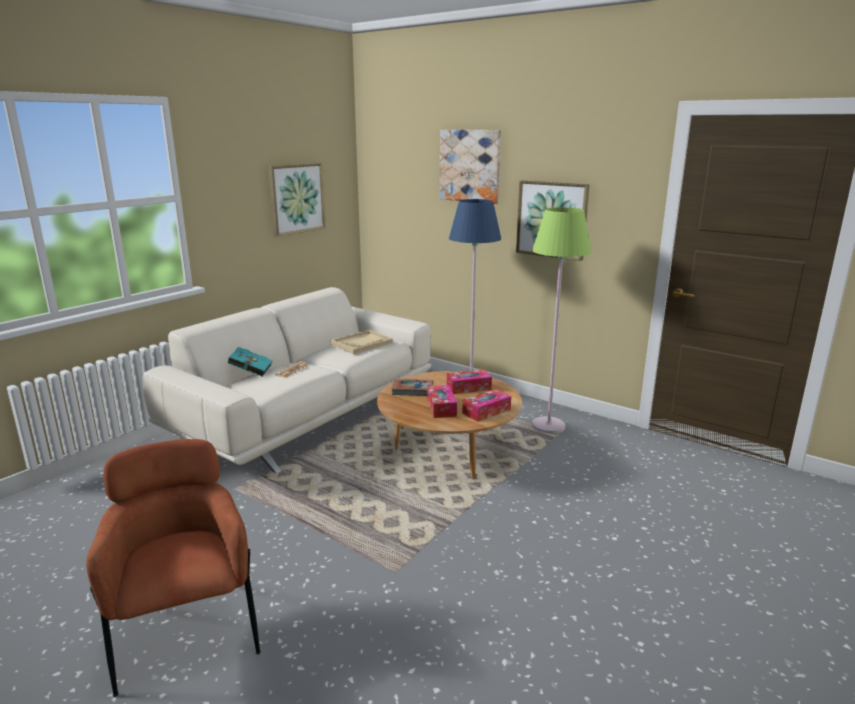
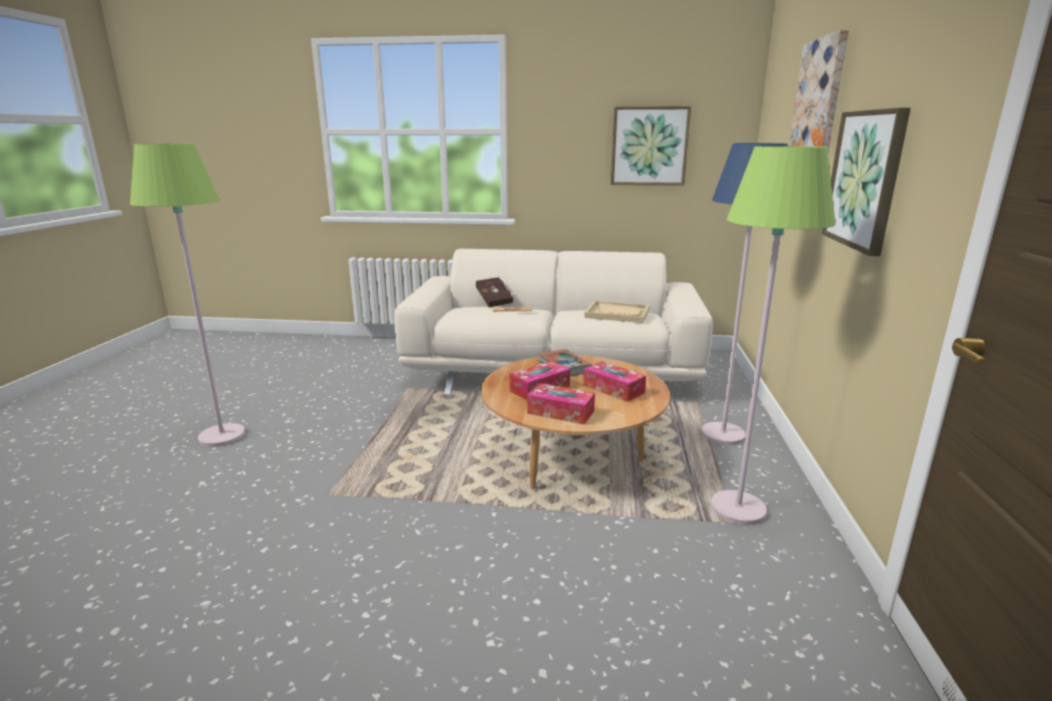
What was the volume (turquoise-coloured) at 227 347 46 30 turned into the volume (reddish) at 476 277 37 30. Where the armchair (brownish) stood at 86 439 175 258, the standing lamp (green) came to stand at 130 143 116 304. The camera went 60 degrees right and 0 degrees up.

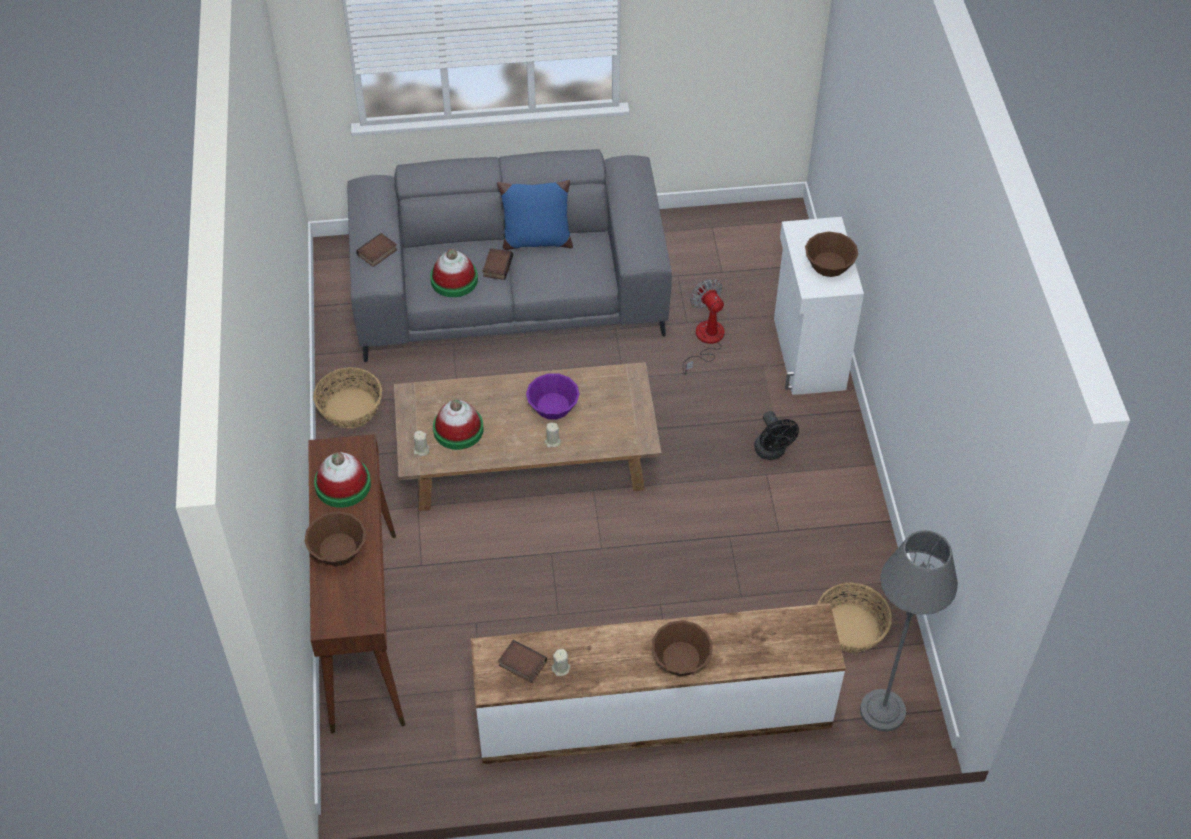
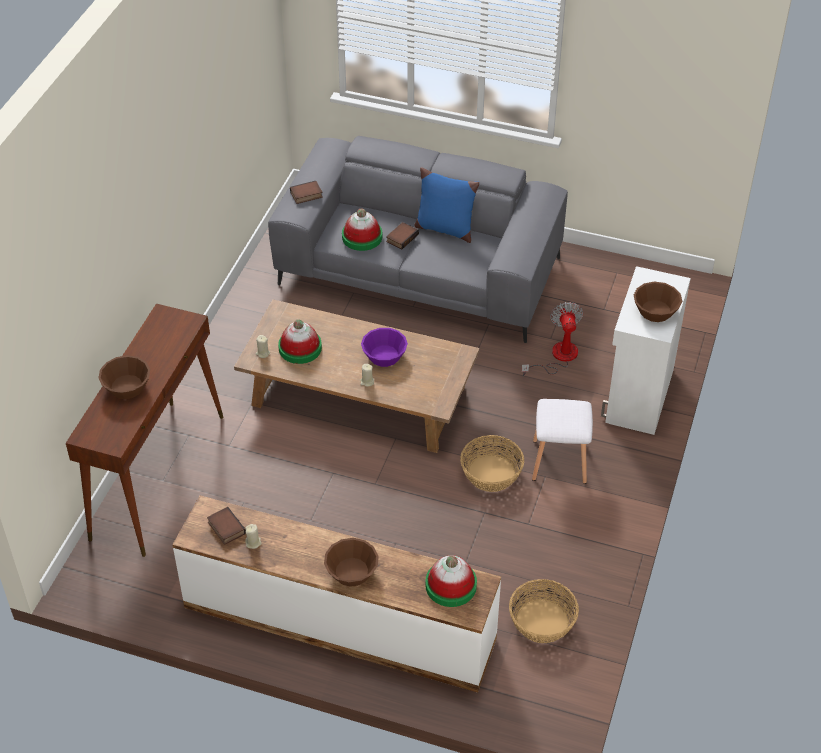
The storage basket ended up elsewhere, having gone from 313 367 69 61 to 460 435 64 57. Where the cooling fan (black) stood at 754 411 45 49, the sitting stool (whitish) came to stand at 532 399 61 85. The wearable hat ended up elsewhere, having gone from 314 452 57 56 to 425 555 52 52. The second view lost the standing lamp (gray) at 860 530 98 202. The camera went 25 degrees right and 5 degrees down.

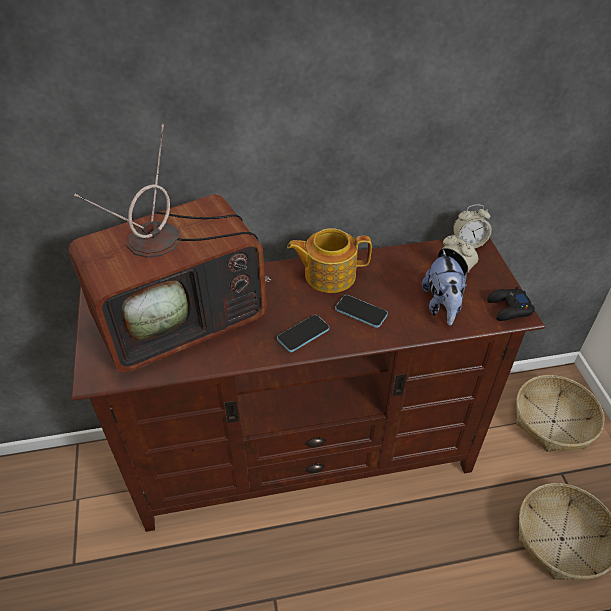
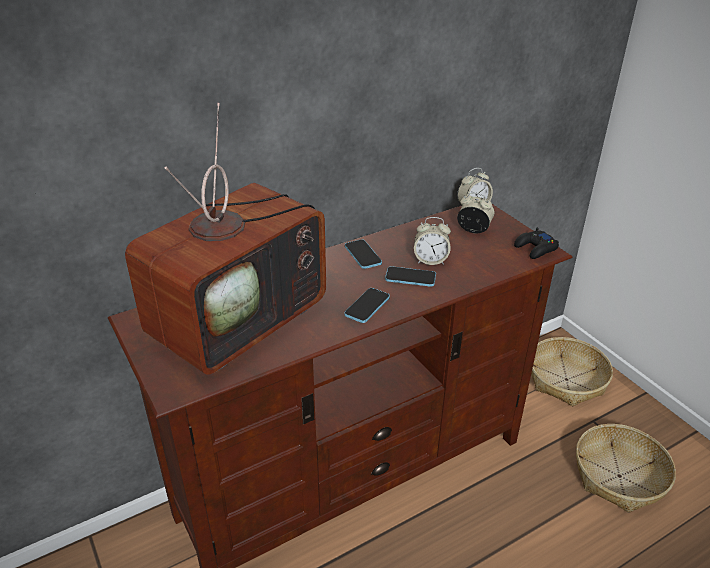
Where the teapot stood at 287 228 85 65, the telephone came to stand at 345 239 37 30. The second view lost the soft toy at 422 250 45 76. The second view gained the alarm clock at 414 217 37 48. The camera went 20 degrees left and 10 degrees down.

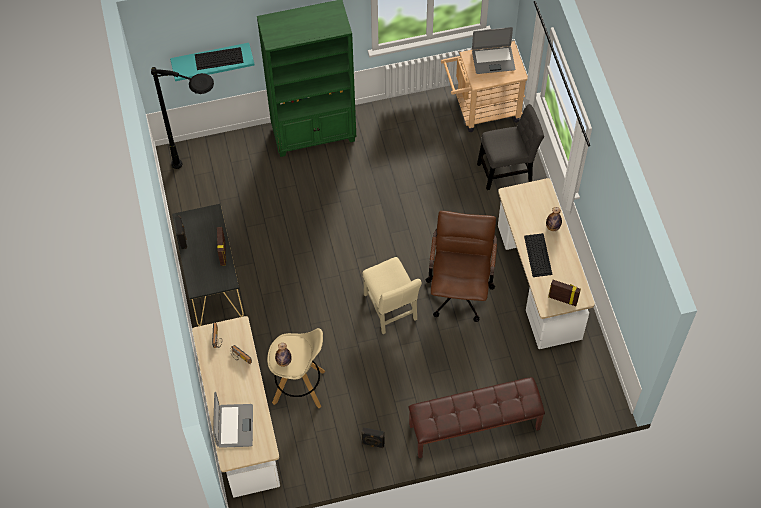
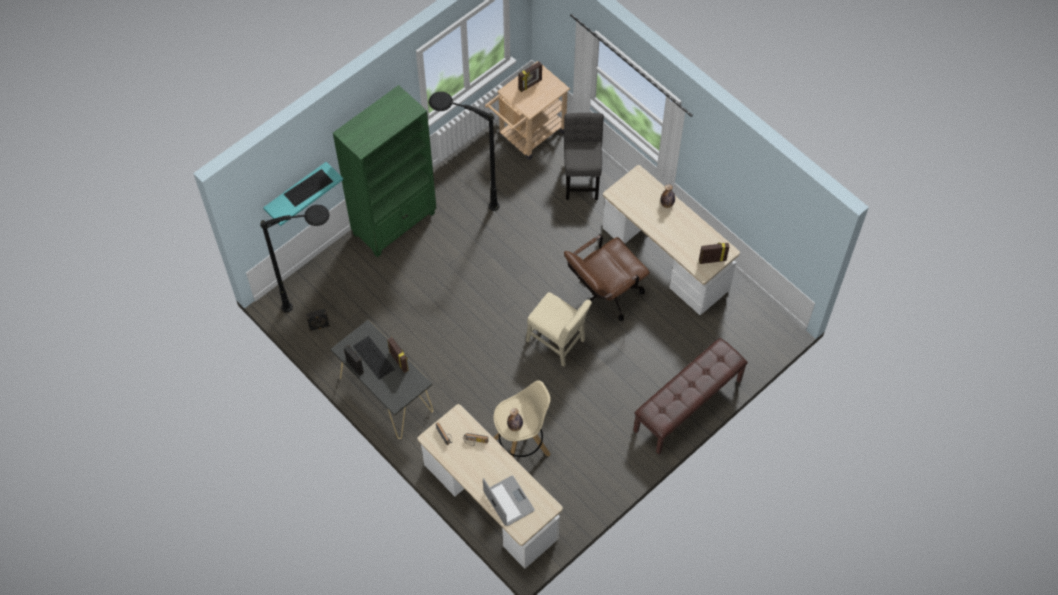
Where the portable computer stood at 472 27 43 47, the photo frame came to stand at 518 61 24 31. The upright chair (gray) at 477 104 67 86 ended up facing another way, 45 degrees counterclockwise from before. The desk chair (brownish) at 426 211 71 111 ended up facing another way, 105 degrees counterclockwise from before. The computer keyboard ended up elsewhere, having gone from 524 233 29 44 to 353 336 42 44. The audio speaker (black) ended up elsewhere, having gone from 361 427 23 21 to 306 309 24 22. The second view gained the standing lamp (black) at 429 92 70 119. The camera went 30 degrees left and 0 degrees up.

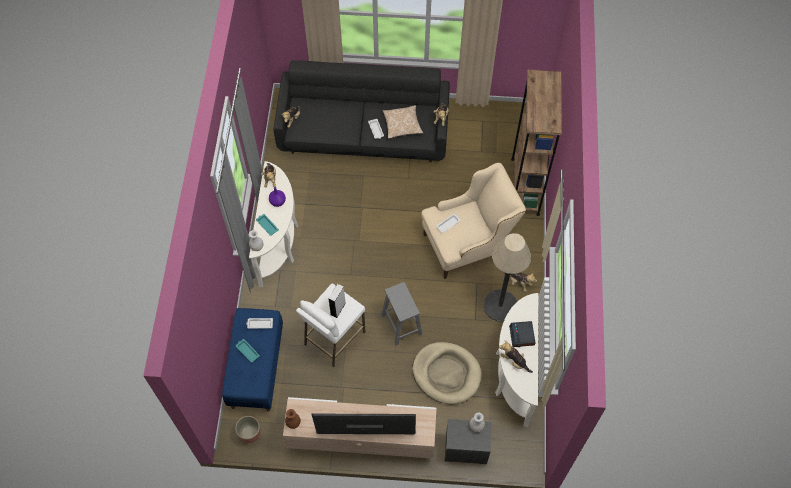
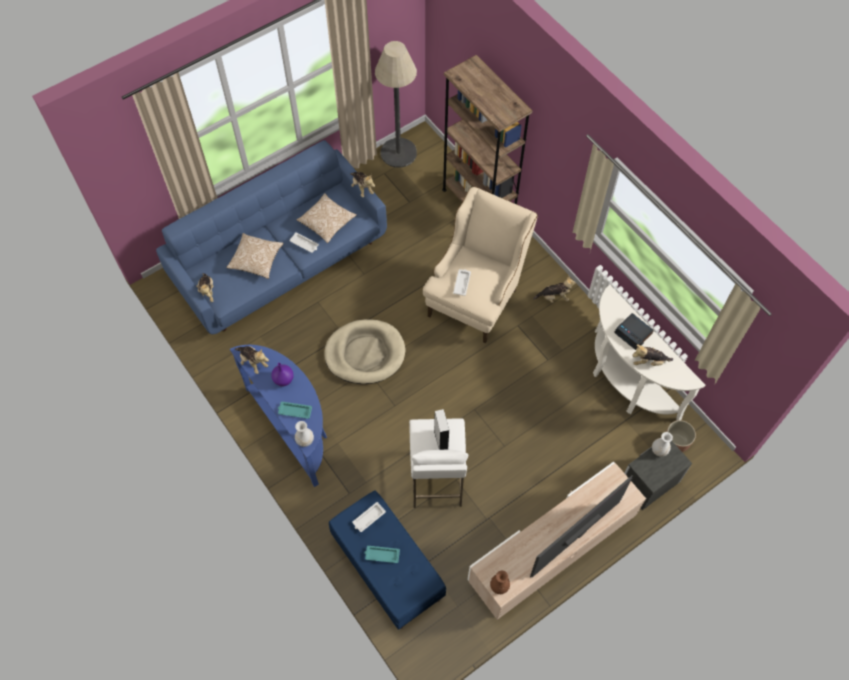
What was the sofa (black) at 273 60 177 102 turned into the sofa (blue) at 156 140 231 194. What was the console table (whitish) at 249 161 49 126 turned into the console table (blue) at 230 345 97 142. The standing lamp ended up elsewhere, having gone from 483 233 48 89 to 375 41 42 127. The second view lost the sitting stool (gray) at 381 282 41 63. The dog bed (beige) ended up elsewhere, having gone from 412 342 70 62 to 324 319 82 65. The flower pot ended up elsewhere, having gone from 235 416 26 27 to 666 420 30 32. The second view gained the pillow at 226 233 58 46. The camera went 40 degrees left and 0 degrees up.

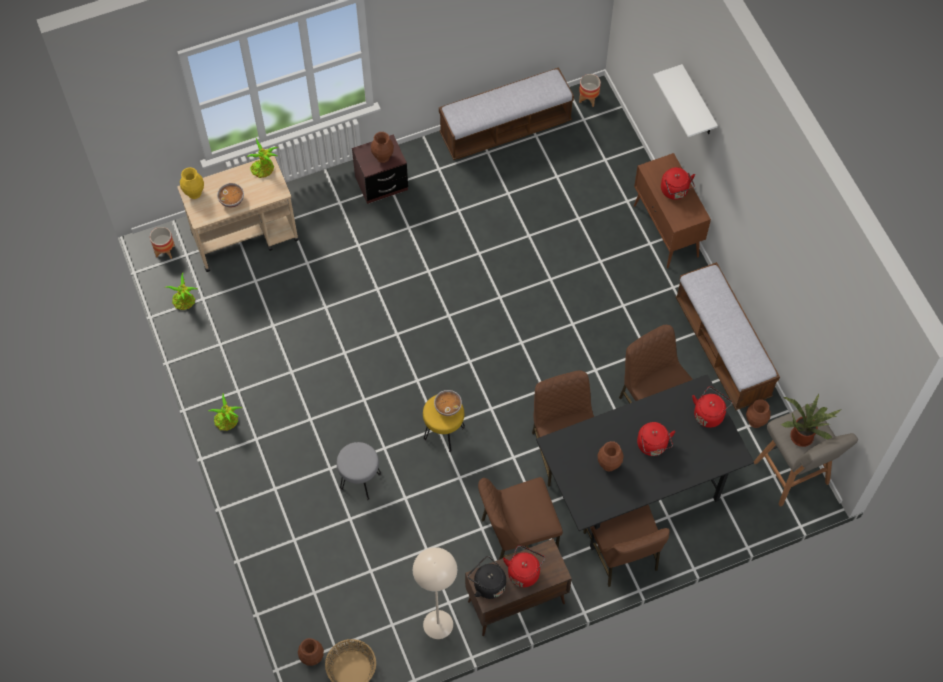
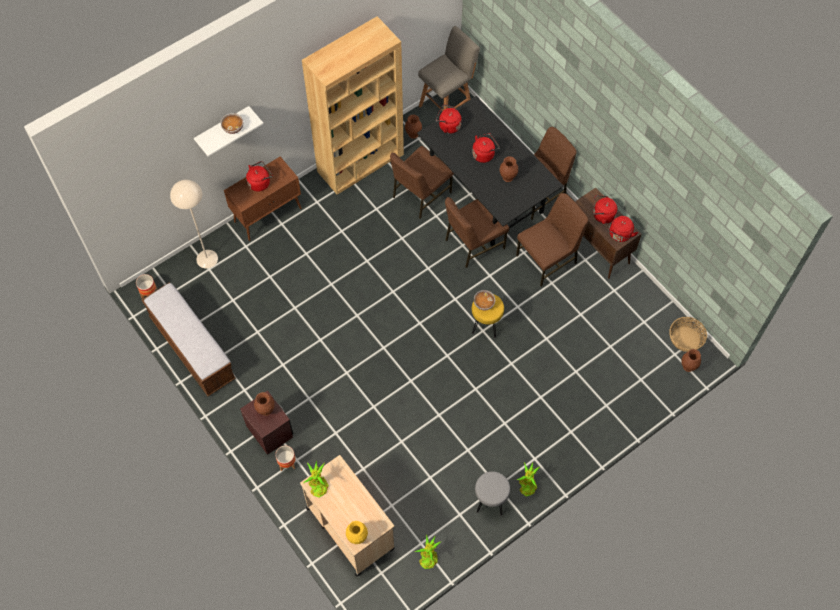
The serving bowl ended up elsewhere, having gone from 217 183 27 24 to 221 113 22 21. The flower pot ended up elsewhere, having gone from 150 227 25 32 to 275 446 21 25. Where the long seat stood at 675 262 105 148, the shelving unit (brownish) came to stand at 302 17 102 178. The second view lost the houseplant at 781 394 61 53. The sitting stool (gray) ended up elsewhere, having gone from 337 442 44 58 to 475 471 35 45. The upright chair (brownish) at 478 477 85 83 ended up facing another way, 90 degrees counterclockwise from before. The standing lamp (beige) ended up elsewhere, having gone from 413 547 44 92 to 170 180 48 88. What was the kettle (black) at 468 556 38 43 turned into the kettle (reddish) at 608 216 30 26. The camera went 105 degrees left and 0 degrees up.

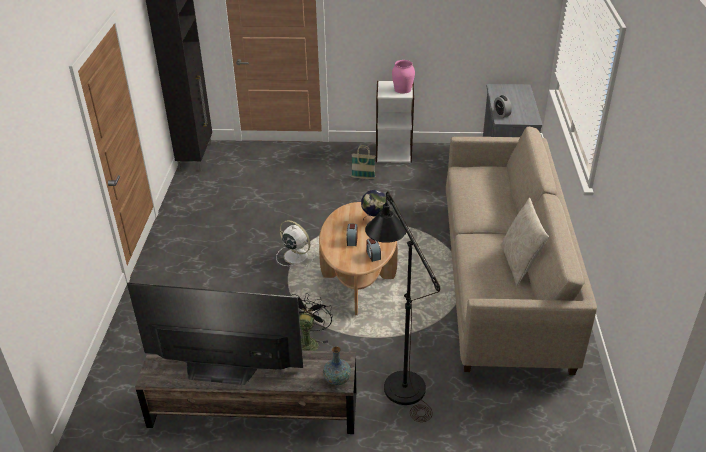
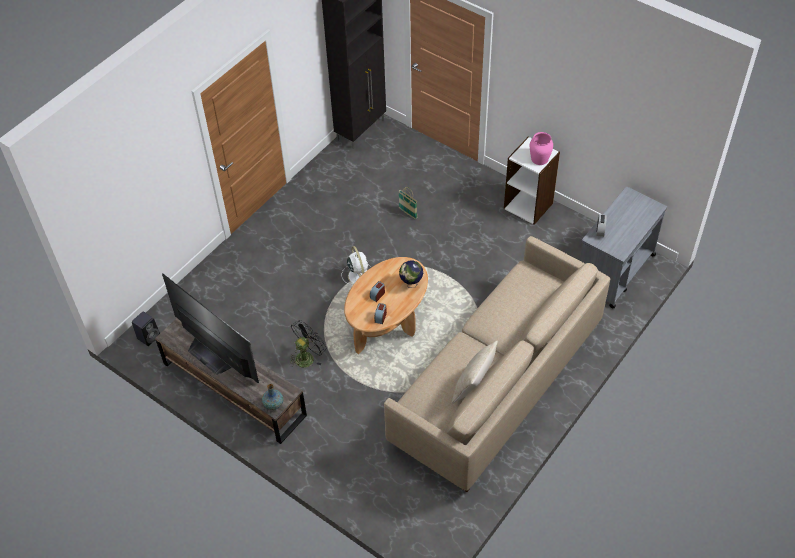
The storage basket ended up elsewhere, having gone from 351 145 24 34 to 399 187 18 32. The second view lost the standing lamp (black) at 365 191 75 231. The second view gained the audio speaker (black) at 132 312 28 34. The camera went 35 degrees right and 15 degrees up.

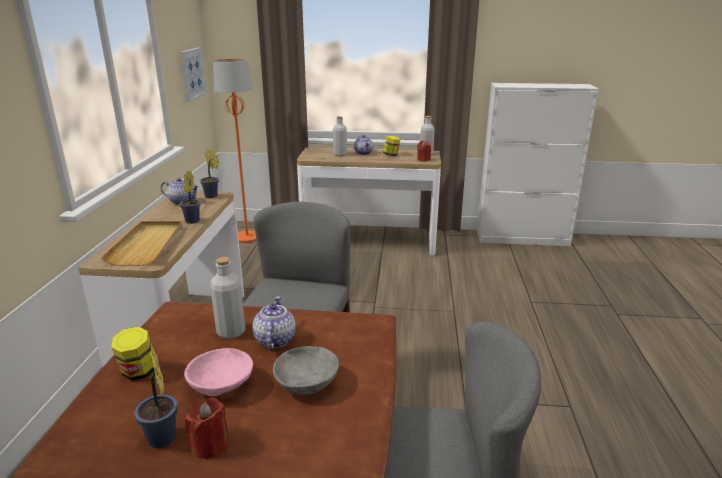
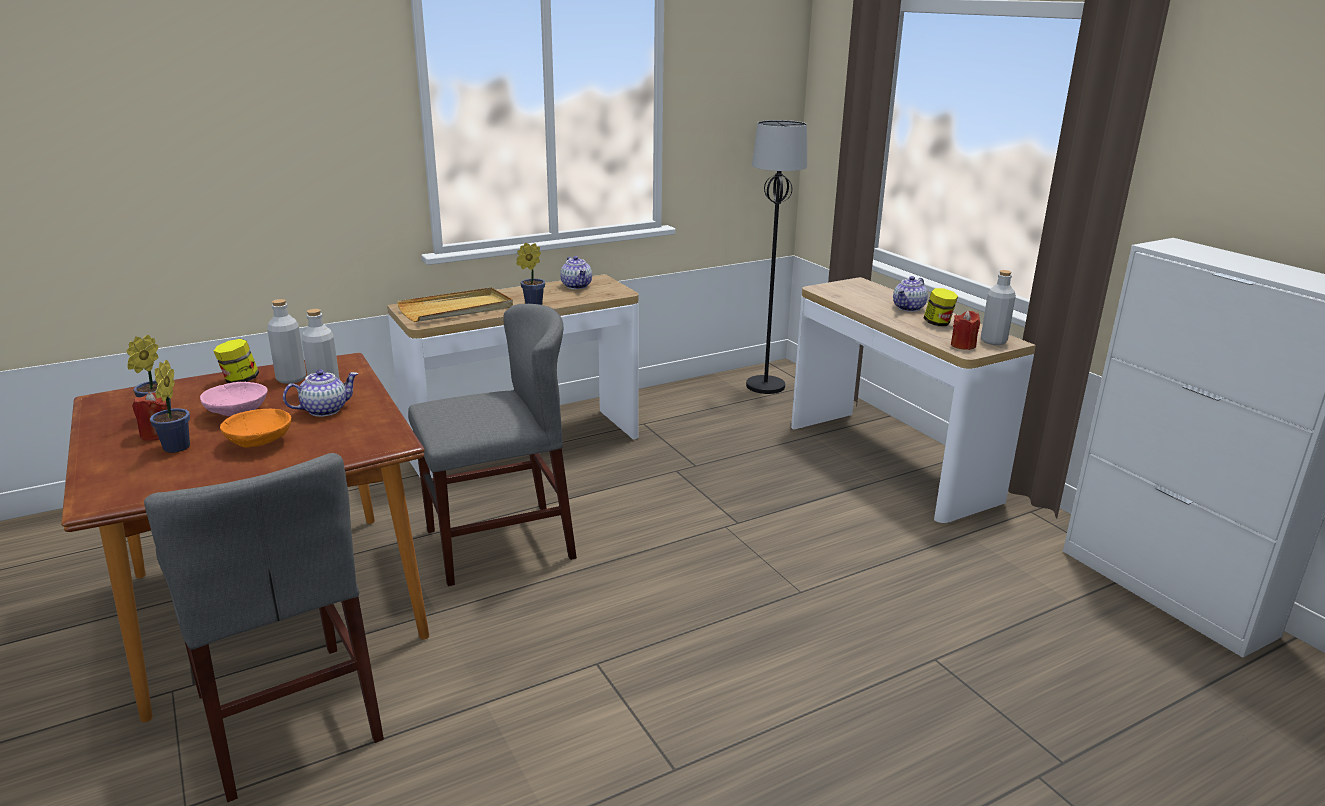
The second view lost the picture at 180 48 27 54. What was the standing lamp (orange-coloured) at 213 59 44 184 turned into the standing lamp (black) at 746 120 61 274. The beverage bottle (gray) ended up elsewhere, having gone from 333 116 14 41 to 267 299 39 85. The houseplant ended up elsewhere, having gone from 200 149 19 49 to 150 359 40 94. What was the serving bowl (gray) at 273 346 66 49 turned into the serving bowl (orange-coloured) at 220 409 71 39. The camera went 55 degrees right and 0 degrees up.

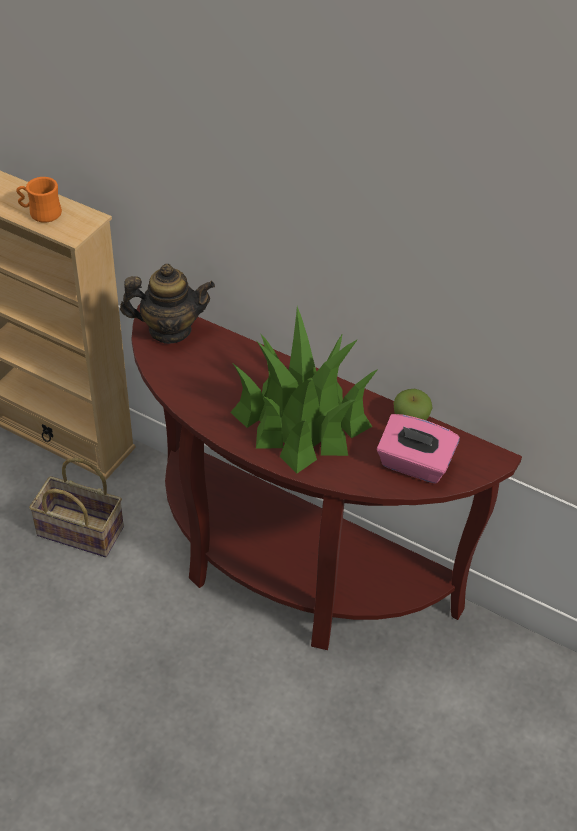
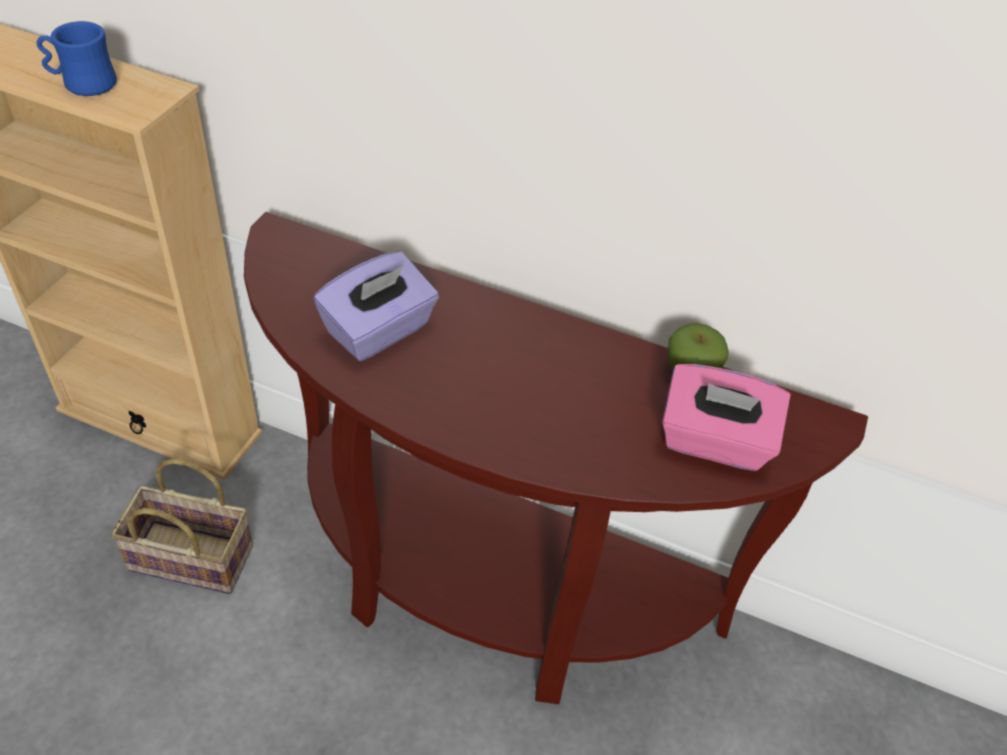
What was the mug (orange-coloured) at 17 177 45 46 turned into the mug (blue) at 36 21 81 75. The second view lost the teapot at 120 264 95 80. The second view lost the houseplant at 230 307 148 166. The second view gained the tissue holder (purple-coloured) at 313 251 126 110. The camera went 10 degrees left and 0 degrees up.

